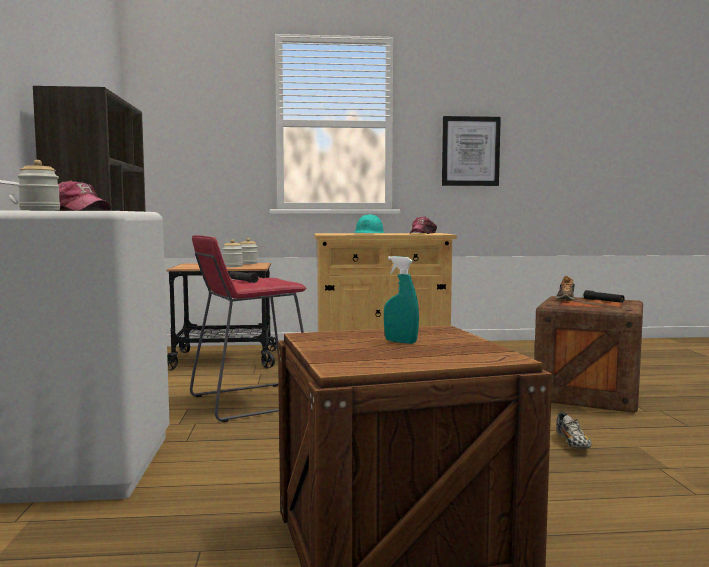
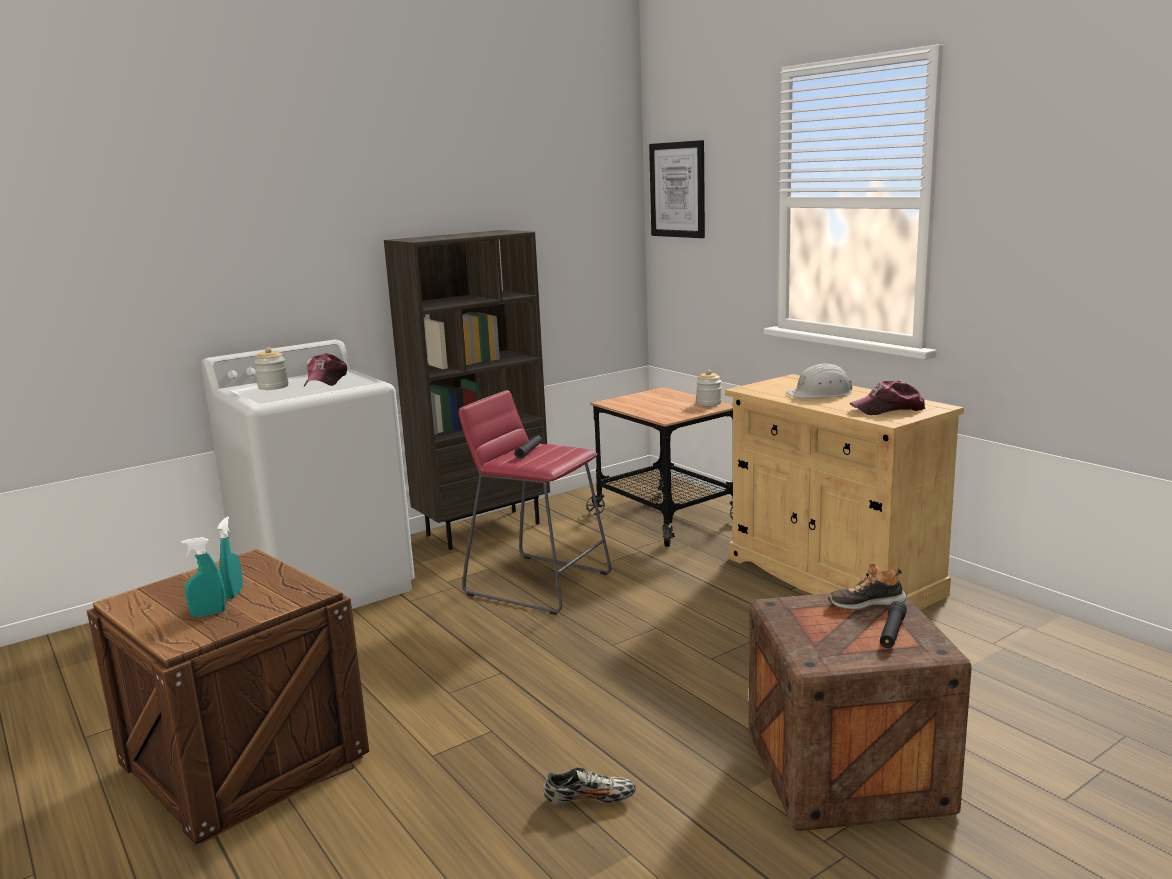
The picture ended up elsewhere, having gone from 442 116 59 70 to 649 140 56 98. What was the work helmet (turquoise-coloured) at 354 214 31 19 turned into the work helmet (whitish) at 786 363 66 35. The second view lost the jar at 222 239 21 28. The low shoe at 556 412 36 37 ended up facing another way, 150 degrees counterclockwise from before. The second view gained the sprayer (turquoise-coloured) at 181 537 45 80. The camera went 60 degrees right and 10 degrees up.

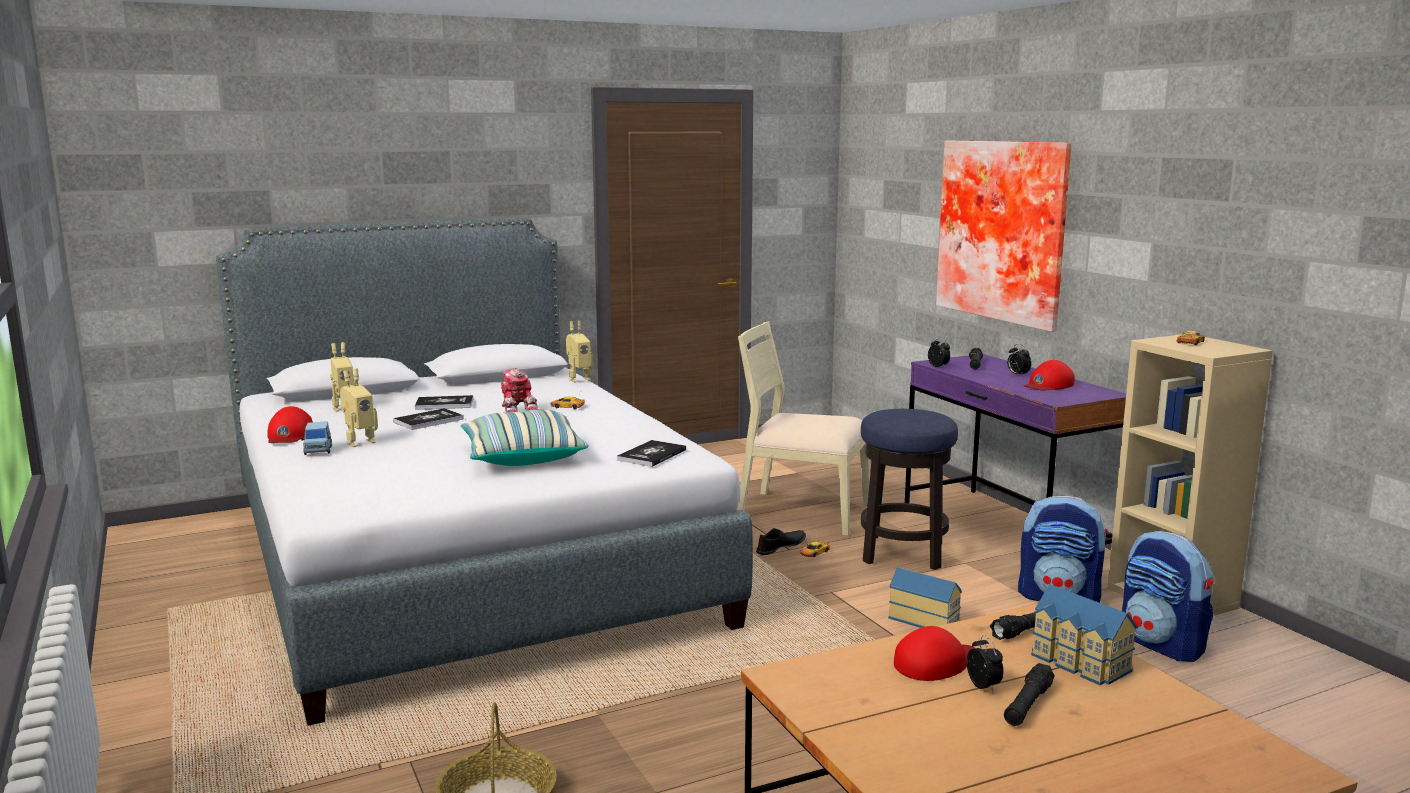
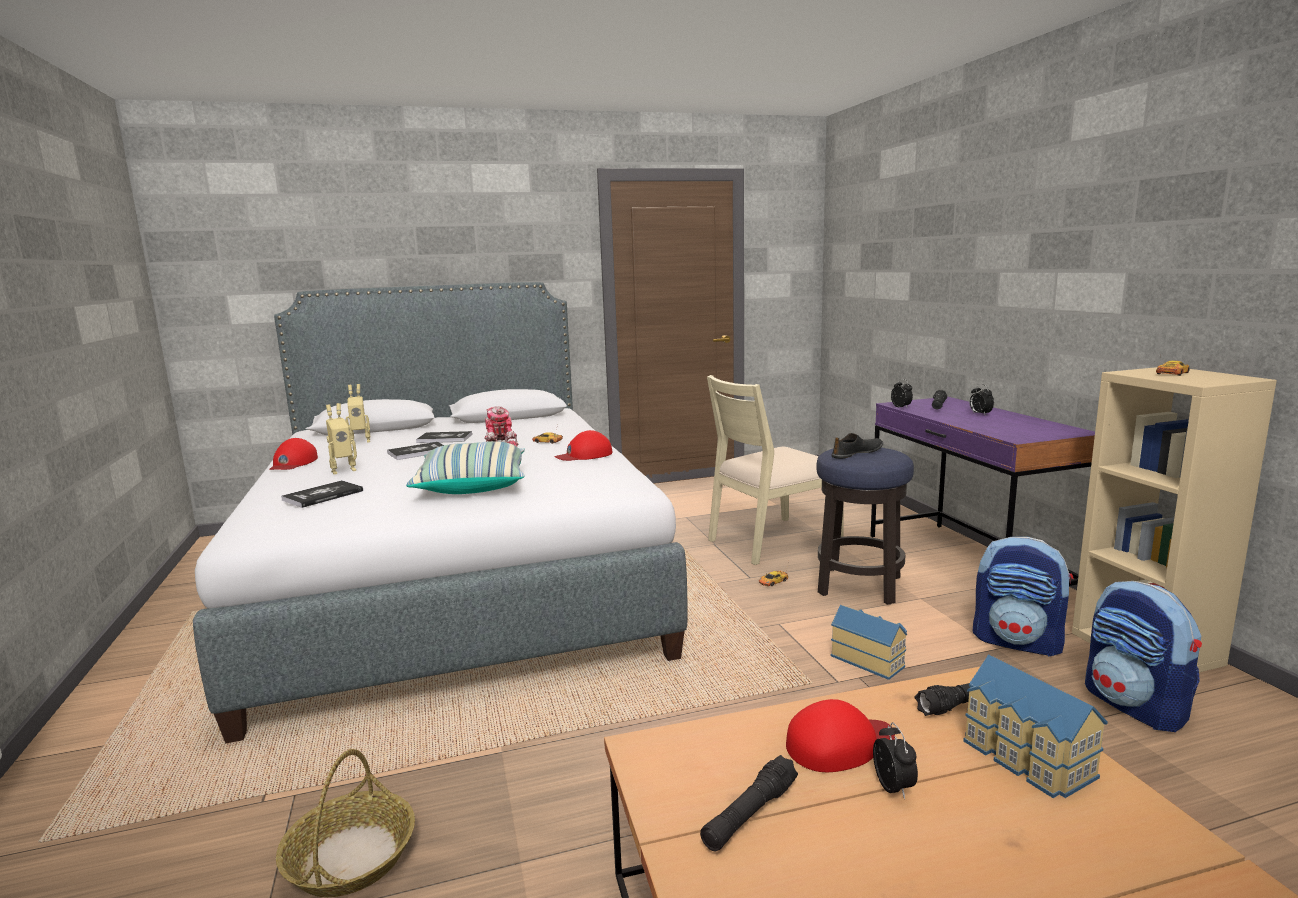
The second view lost the picture at 936 140 135 192. The second view lost the robot figure at 566 320 27 63. The upright chair (beige) at 737 321 133 215 ended up facing another way, 60 degrees counterclockwise from before. The peaked cap (reddish) ended up elsewhere, having gone from 1024 360 51 30 to 555 430 58 31. The second view lost the miniature car (blue) at 301 421 31 34. The volume ended up elsewhere, having gone from 617 440 69 27 to 281 480 82 28. The low shoe (black) ended up elsewhere, having gone from 756 528 50 27 to 831 433 52 26. The hand torch (black) ended up elsewhere, having gone from 1004 663 50 63 to 700 755 98 96. The camera went 10 degrees right and 0 degrees up.

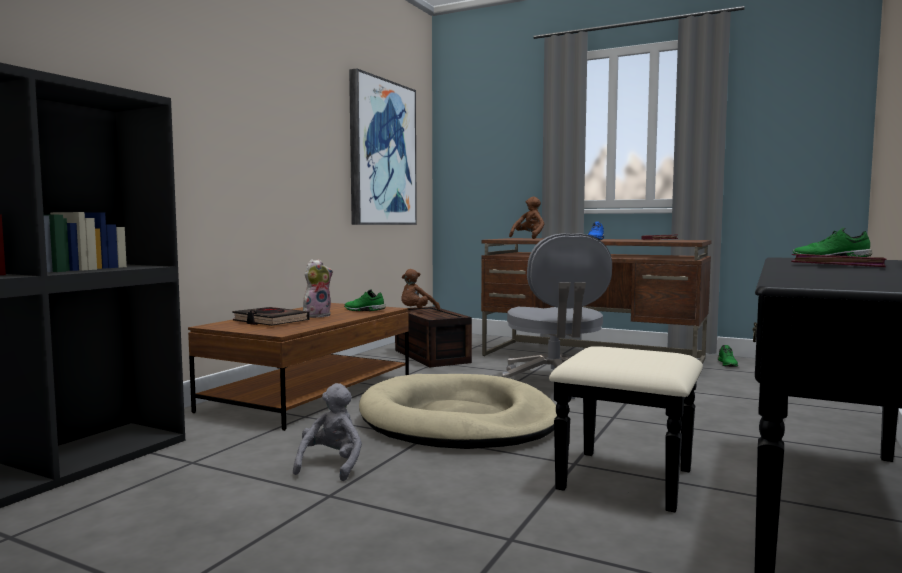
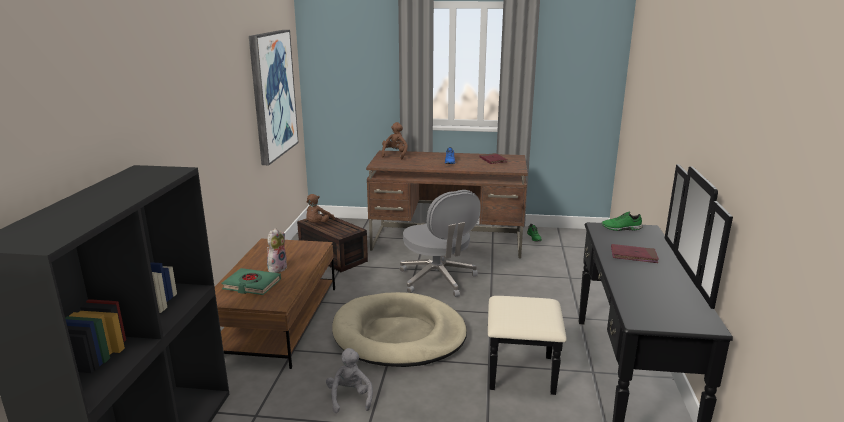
The second view lost the low shoe (green) at 344 289 42 22. What was the volume (black) at 233 307 77 19 turned into the volume (green) at 221 268 60 27. The camera went 20 degrees left and 15 degrees up.

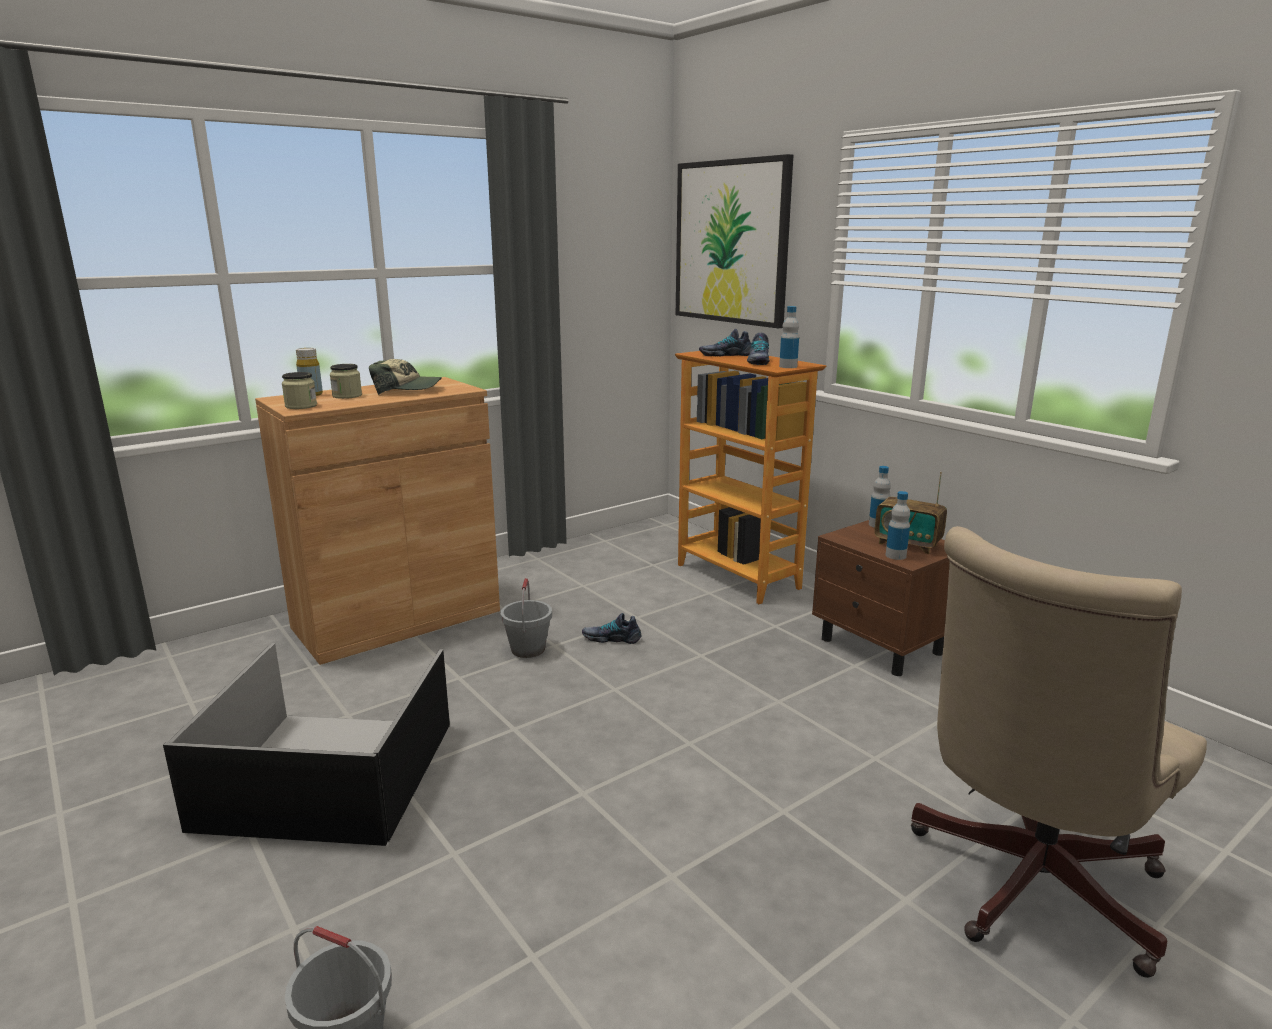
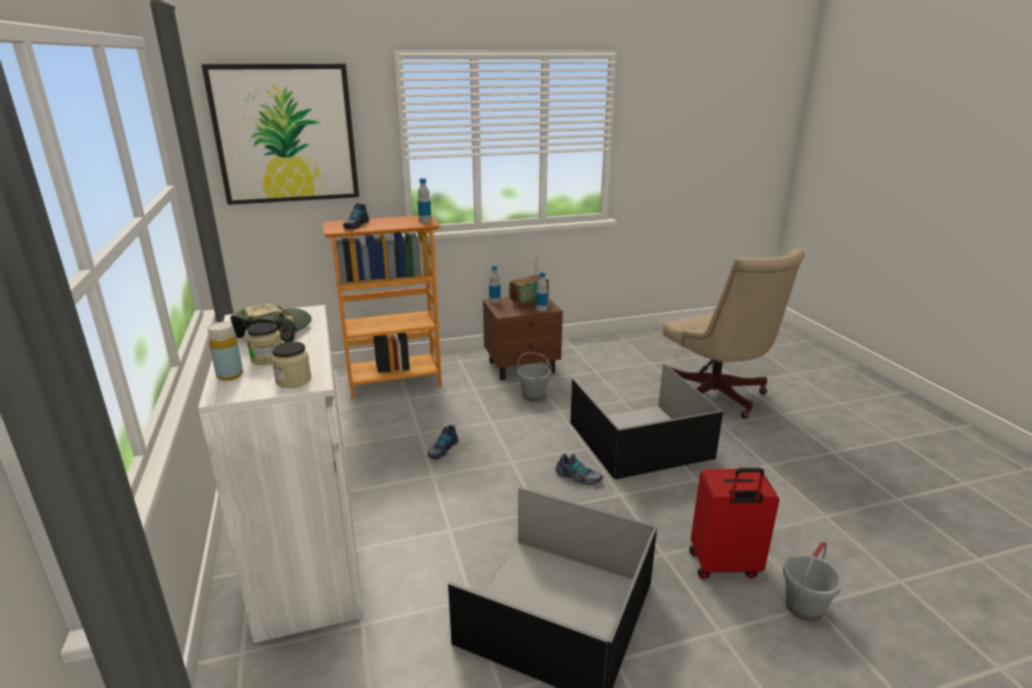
The low shoe ended up elsewhere, having gone from 747 333 23 32 to 556 453 47 32. What was the cupboard (brownish) at 255 377 245 288 turned into the cupboard (whitish) at 198 305 166 338. The water bucket (gray) ended up elsewhere, having gone from 501 578 51 80 to 517 352 35 49. The second view gained the storage container (black) at 570 364 153 116. The second view gained the piece of luggage (reddish) at 689 468 90 111. The camera went 70 degrees left and 5 degrees up.

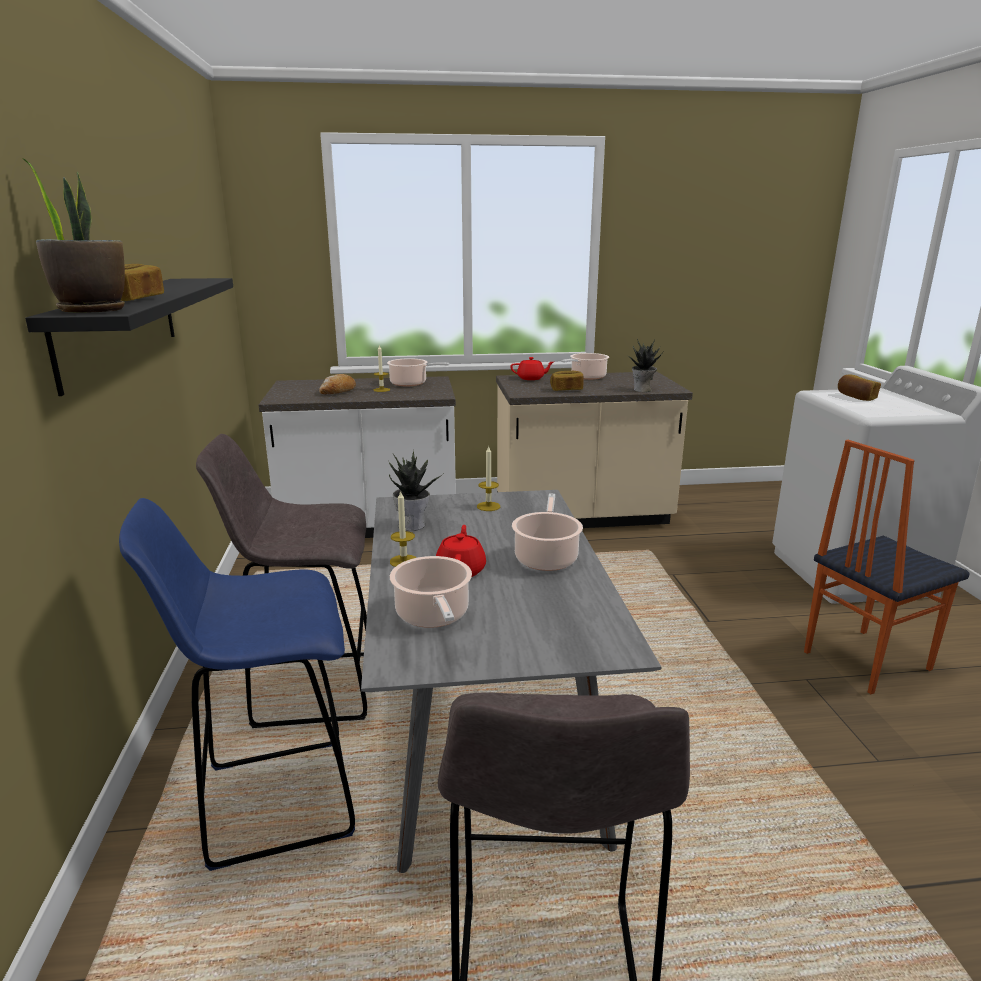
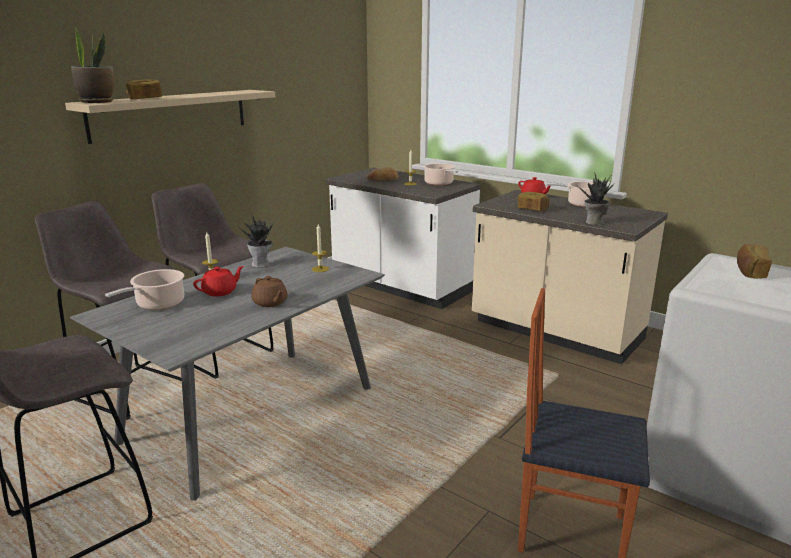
What was the wall shelf (black) at 25 278 208 118 turned into the wall shelf (beige) at 65 90 210 54. Where the stockpot stood at 512 493 71 78, the teapot (brownish) came to stand at 251 276 37 31. What was the sitting stool (blue) at 119 498 236 373 turned into the sitting stool (gray) at 35 201 147 219. The camera went 45 degrees right and 0 degrees up.

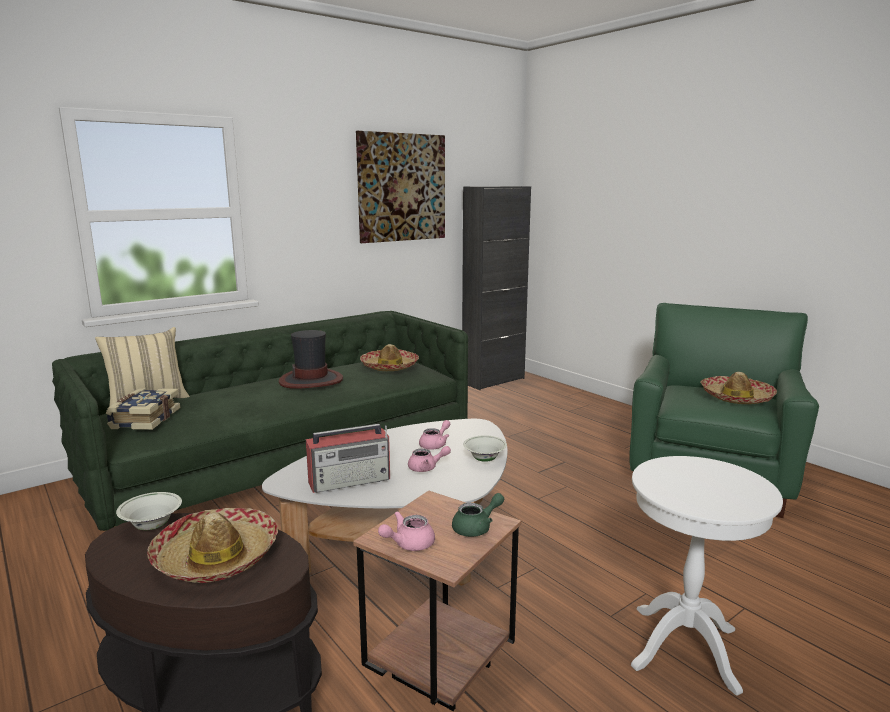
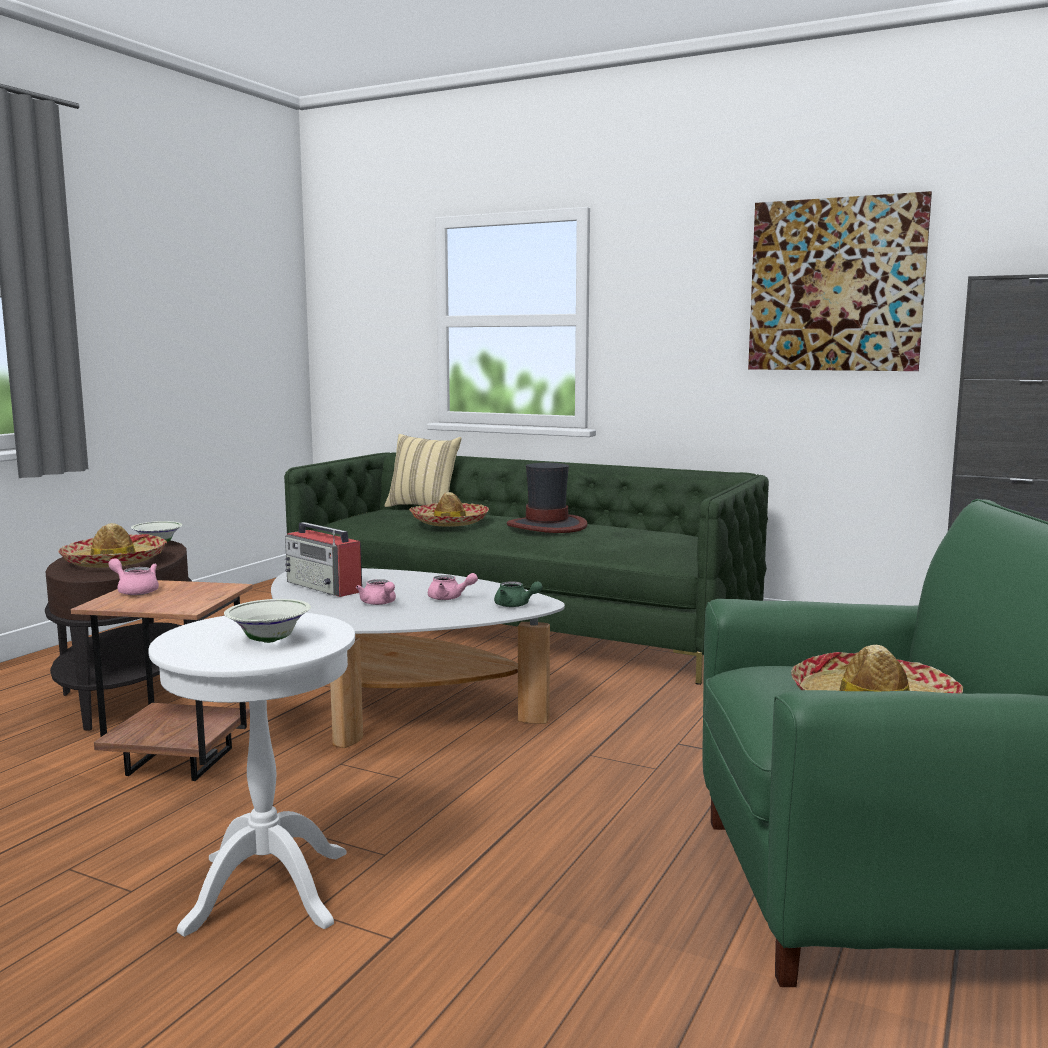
The wearable hat ended up elsewhere, having gone from 360 344 59 27 to 409 492 80 35. The second view lost the volume at 106 388 74 42. The serving bowl (whitish) ended up elsewhere, having gone from 463 435 44 27 to 224 599 87 44. The teapot (green) ended up elsewhere, having gone from 452 493 52 44 to 494 581 49 26. The camera went 65 degrees right and 5 degrees down.

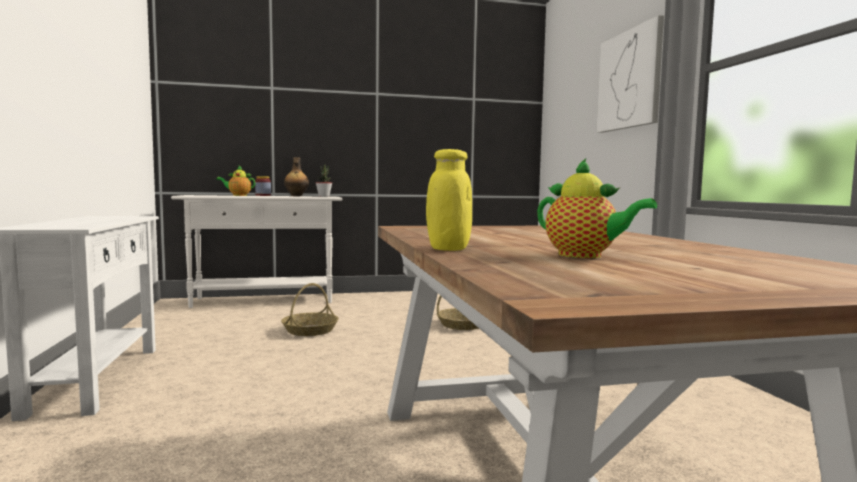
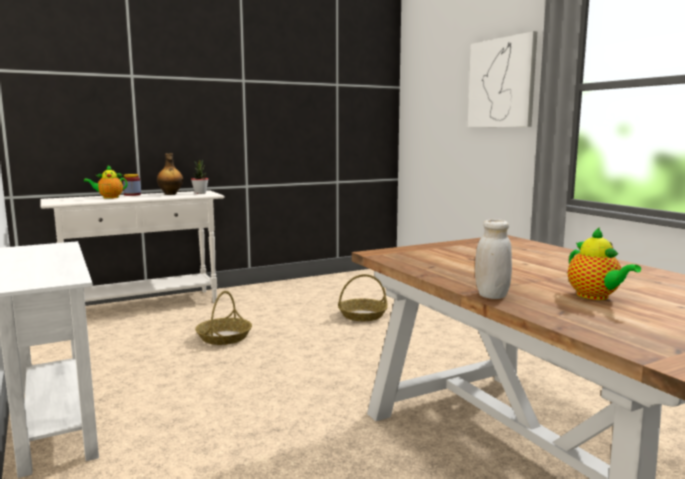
What was the jar (yellow) at 426 149 46 102 turned into the jar (whitish) at 475 219 37 80. The teapot at 537 159 120 99 ended up facing another way, 45 degrees clockwise from before. The camera went 15 degrees left and 5 degrees up.

